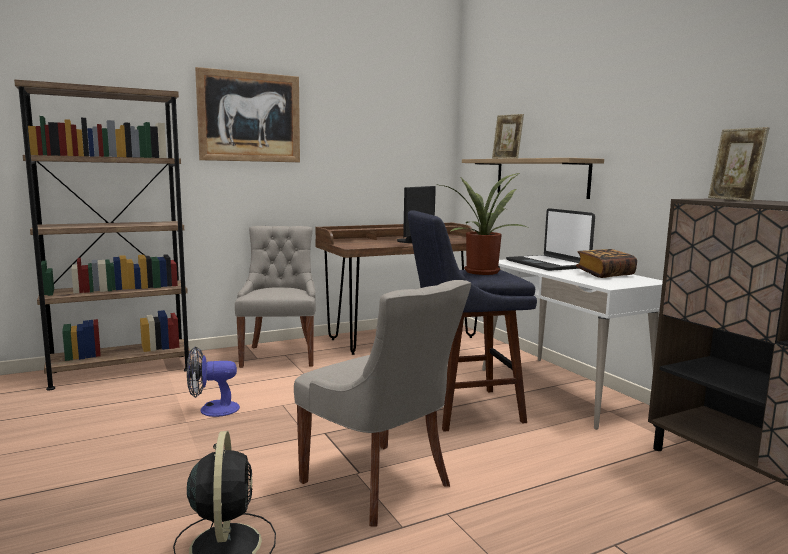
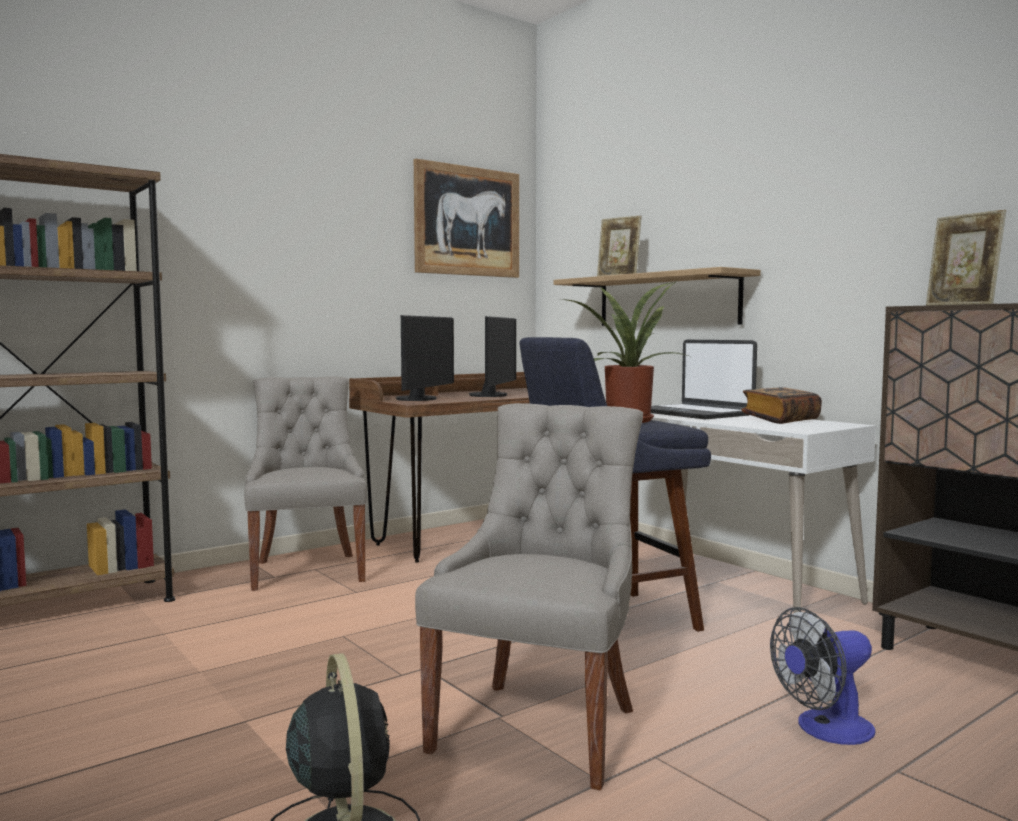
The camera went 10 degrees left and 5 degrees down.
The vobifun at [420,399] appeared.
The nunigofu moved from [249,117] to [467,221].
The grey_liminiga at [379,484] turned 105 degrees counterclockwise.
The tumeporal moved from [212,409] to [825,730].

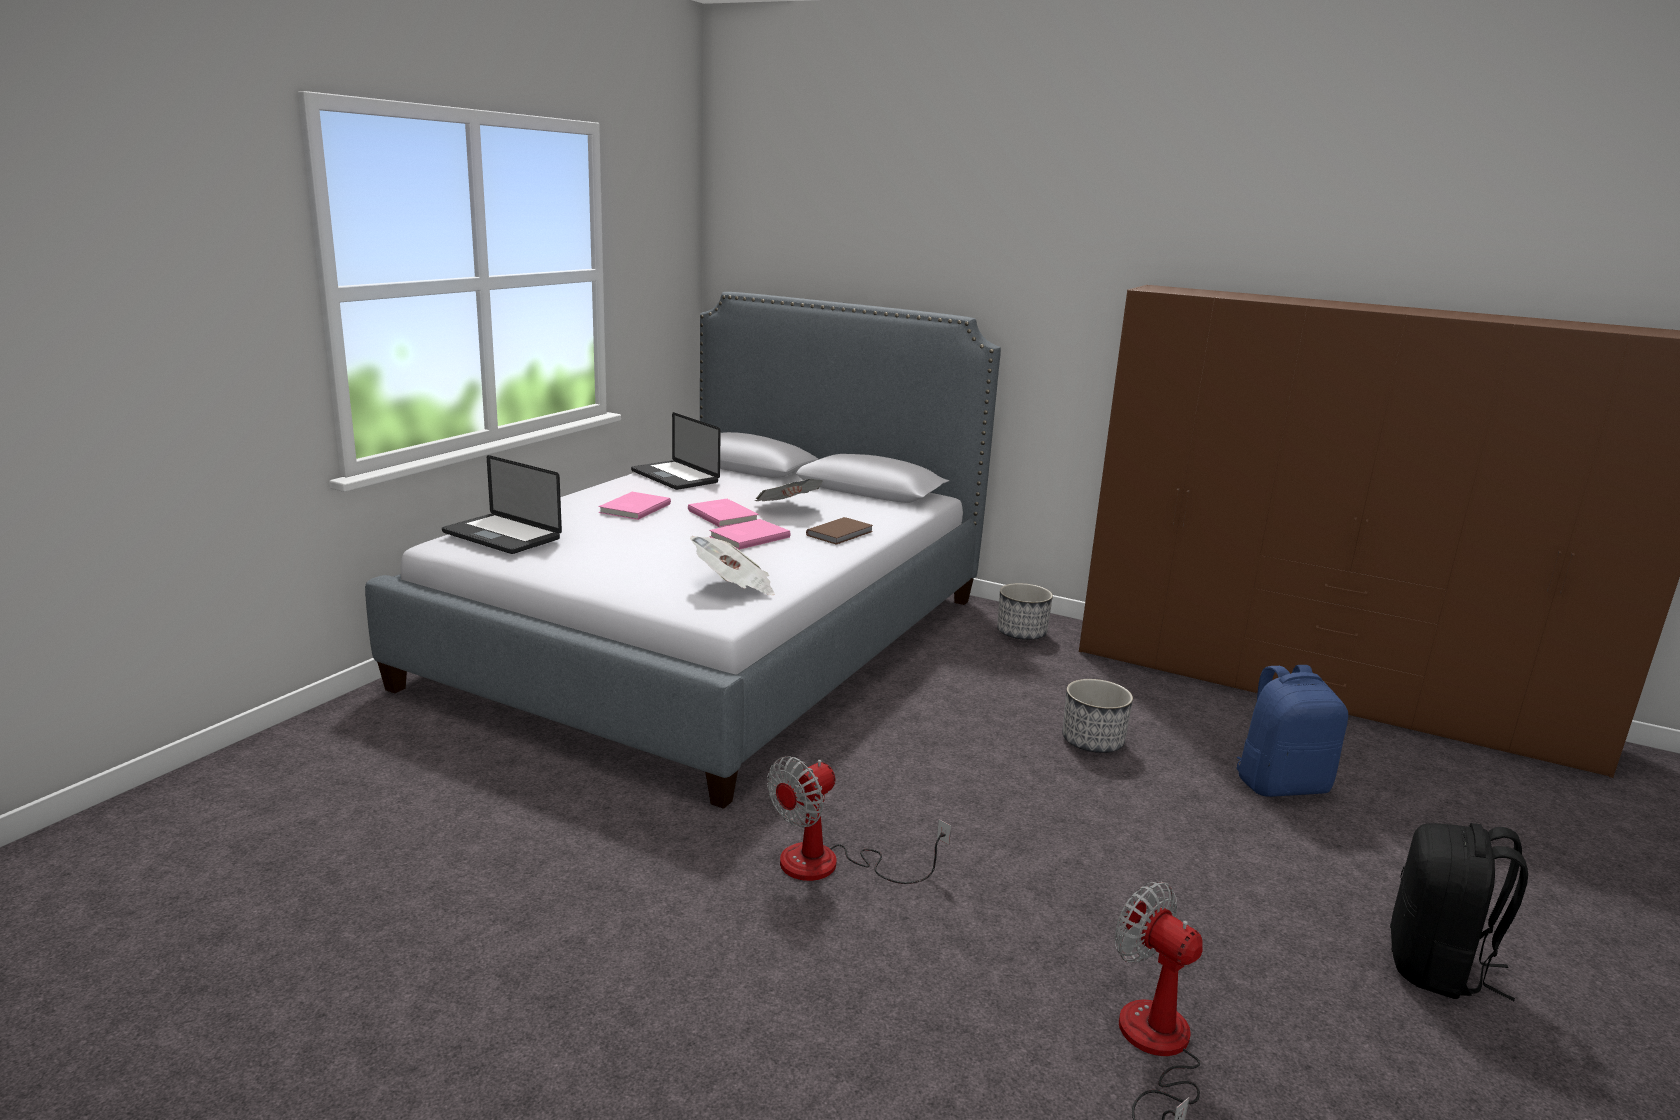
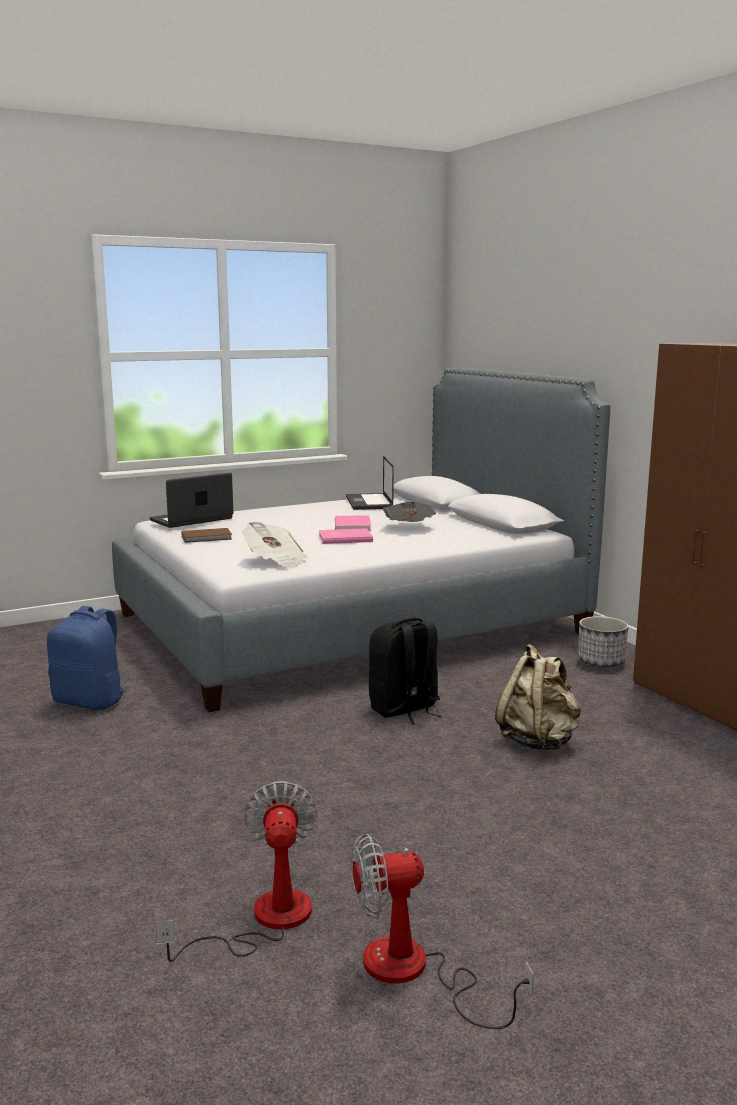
The camera went 35 degrees right and 5 degrees down.
The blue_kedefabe moved from [1281,784] to [90,701].
The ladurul at [501,536] turned 75 degrees clockwise.
The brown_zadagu moved from [841,533] to [207,537].
The tumeporal moved from [830,865] to [414,972].
The black_kedefabe moved from [1437,967] to [404,709].
The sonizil at [1092,742] was replaced by the beige_kedefabe at [538,741].
The pink_zadagu at [633,508] disappeared.

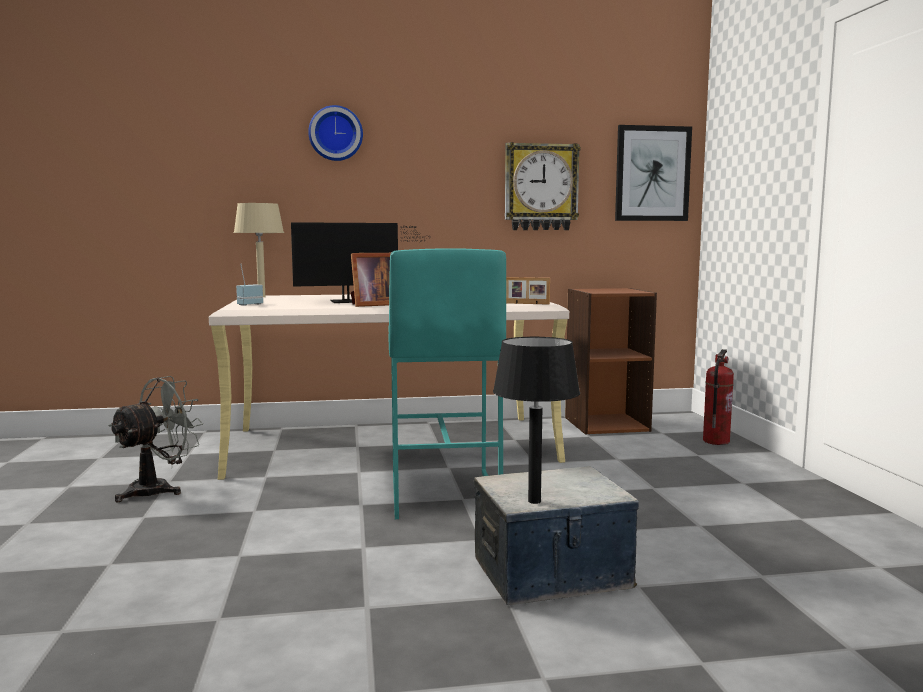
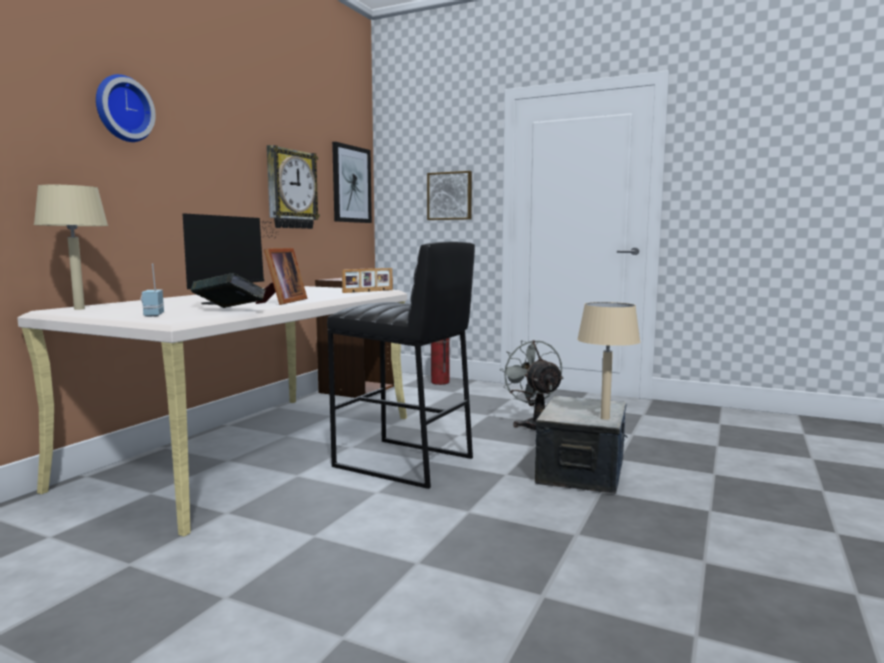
The camera went 55 degrees left and 0 degrees up.
The zadagu at [229,310] appeared.
The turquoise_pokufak at [442,494] became the black_pokufak at [403,462].
The nunigofu at [450,196] appeared.
The grey_tumeporal moved from [159,489] to [535,425].
The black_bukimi at [534,501] became the beige_bukimi at [604,418].

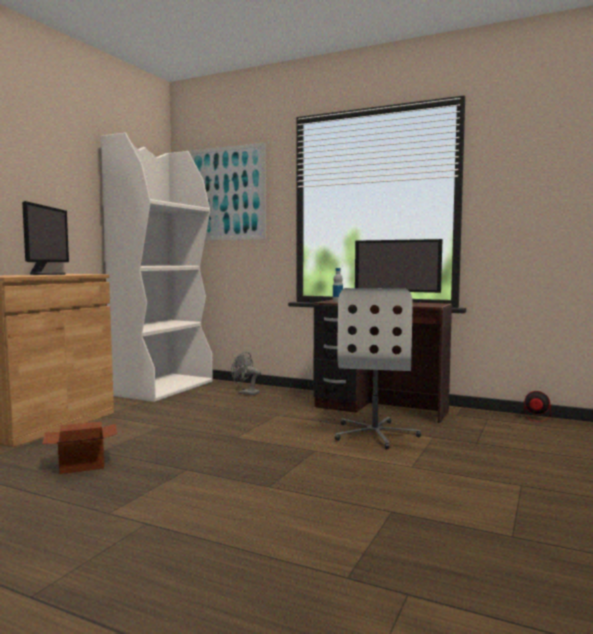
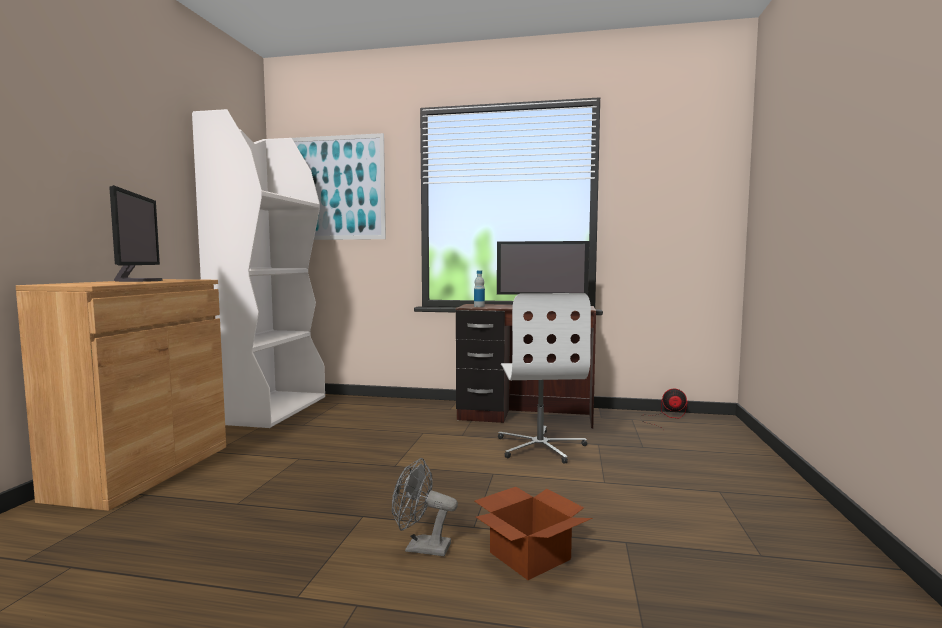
The camera went 15 degrees left and 0 degrees up.
The grey_tumeporal moved from [245,393] to [421,548].
The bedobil moved from [83,463] to [529,554].

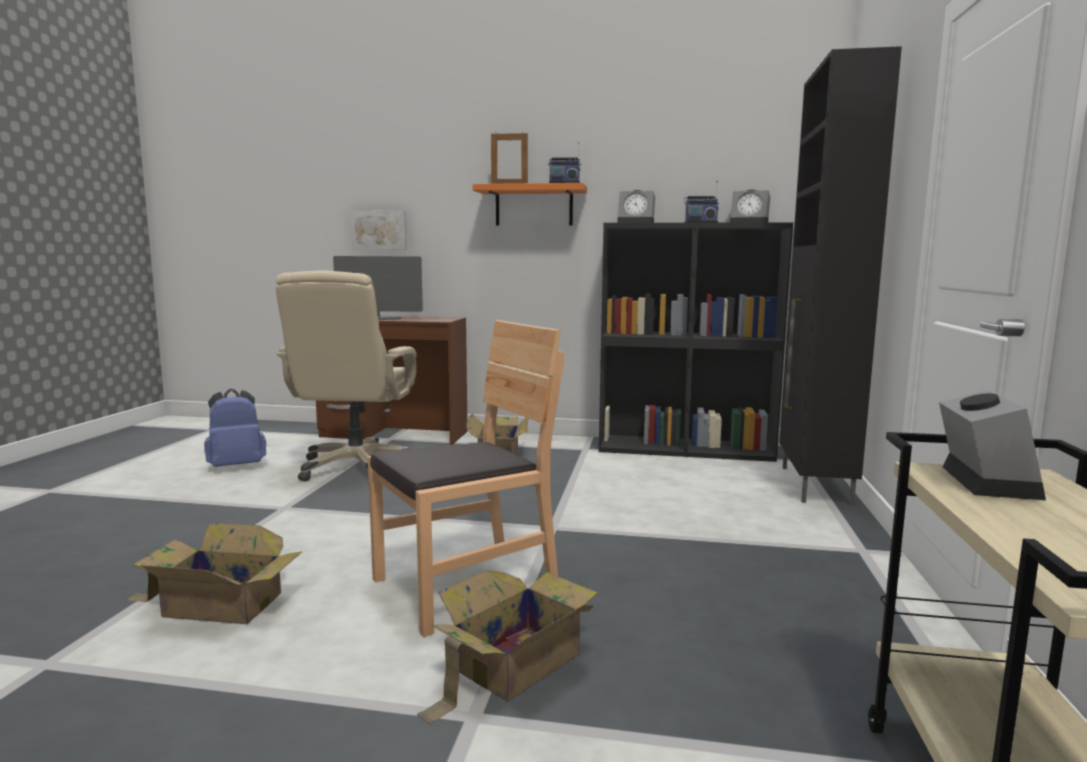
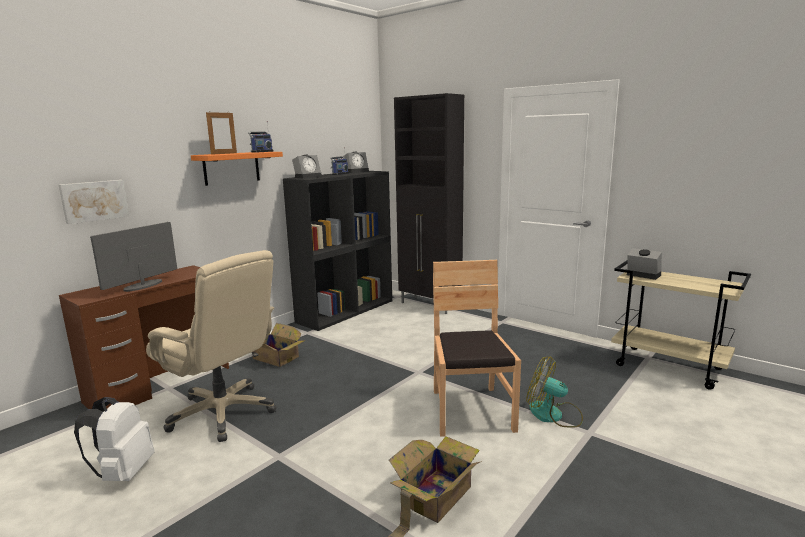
The camera went 60 degrees left and 5 degrees up.
The blue_kedefabe at [237,466] became the white_kedefabe at [123,473].
The bedobil at [513,664] was replaced by the tumeporal at [553,415].

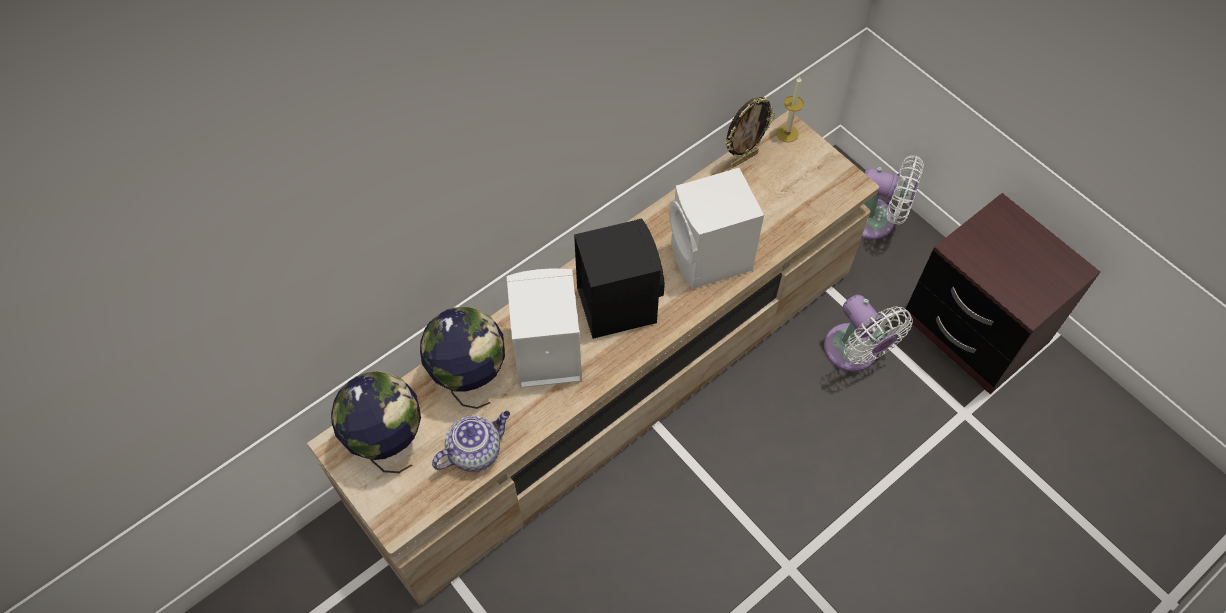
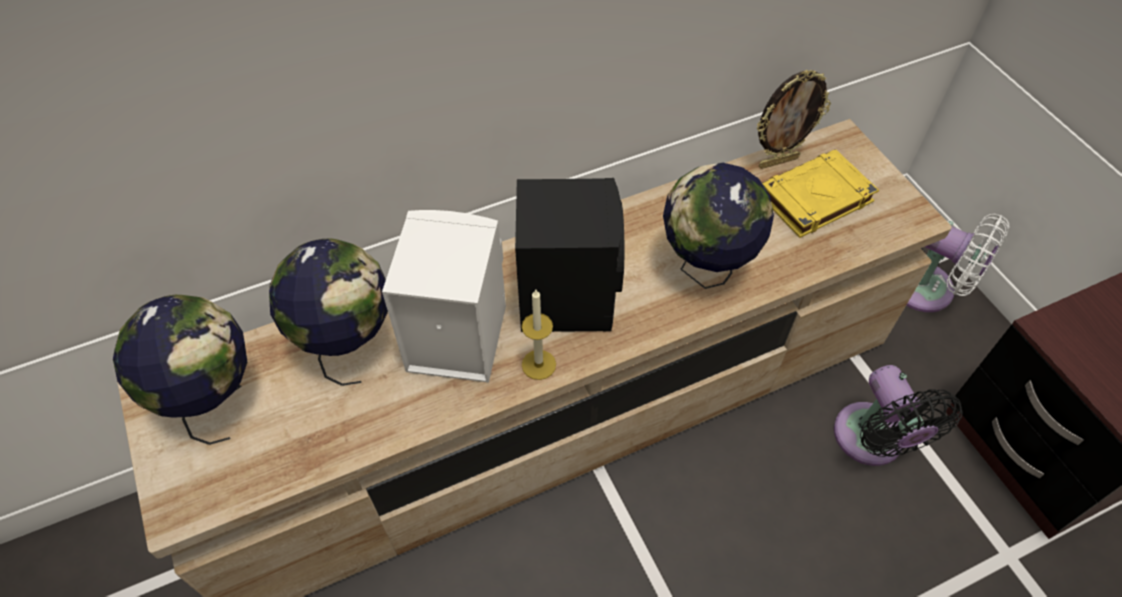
The camera went 15 degrees right and 5 degrees down.
The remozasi moved from [787,133] to [538,364].
The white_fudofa at [711,259] was replaced by the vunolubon at [705,269].
The yellow_zadagu at [814,198] appeared.
The white_tumeporal at [854,353] became the black_tumeporal at [872,441].
The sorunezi at [475,450] disappeared.

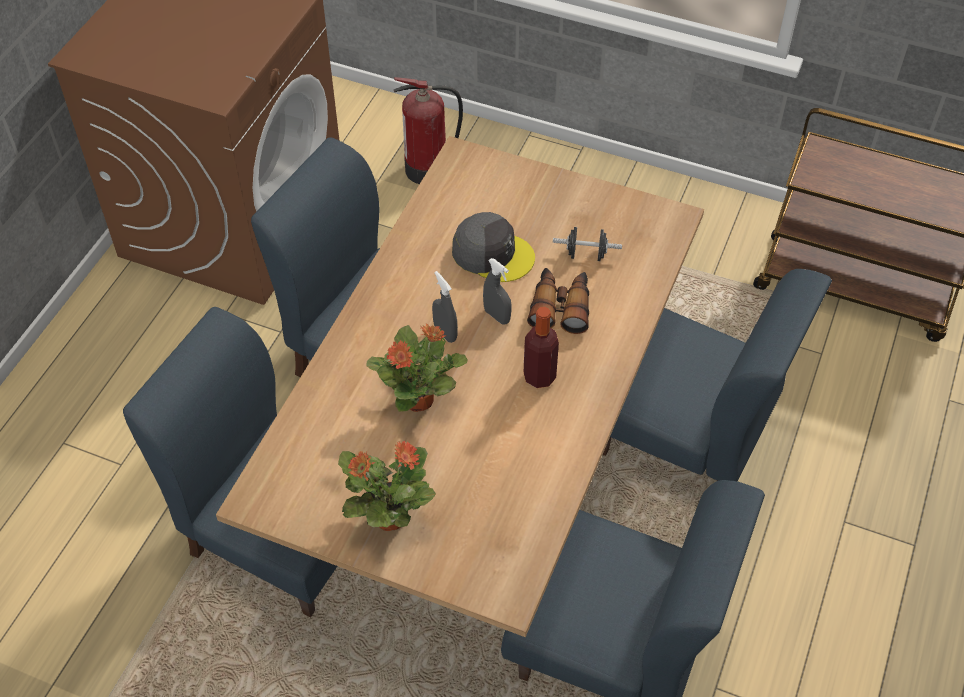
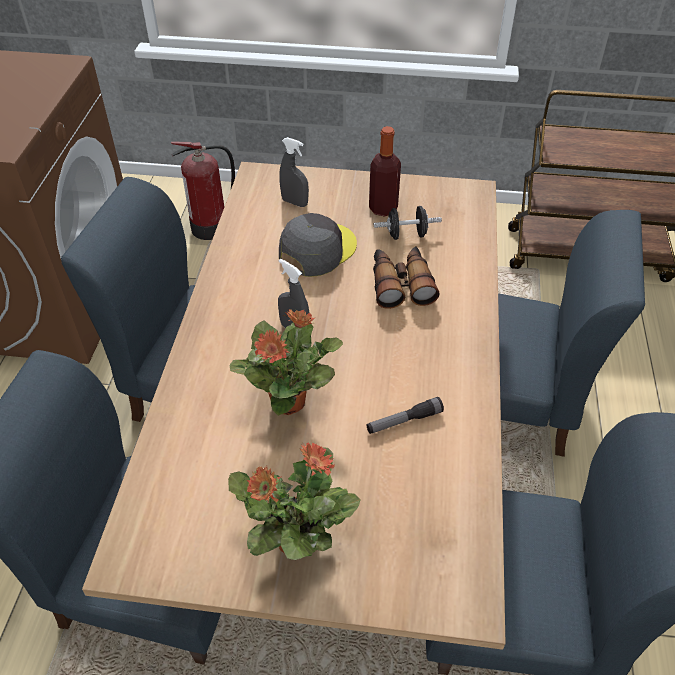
The camera went 15 degrees left and 5 degrees down.
The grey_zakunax moved from [497,316] to [295,202].
The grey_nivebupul at [492,254] turned 60 degrees counterclockwise.
The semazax at [404,421] appeared.
The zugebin moved from [539,376] to [383,208].

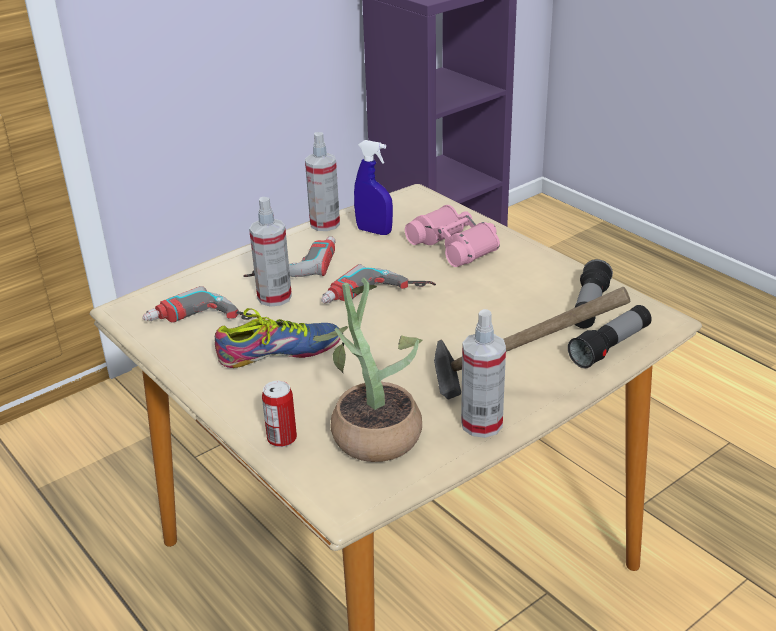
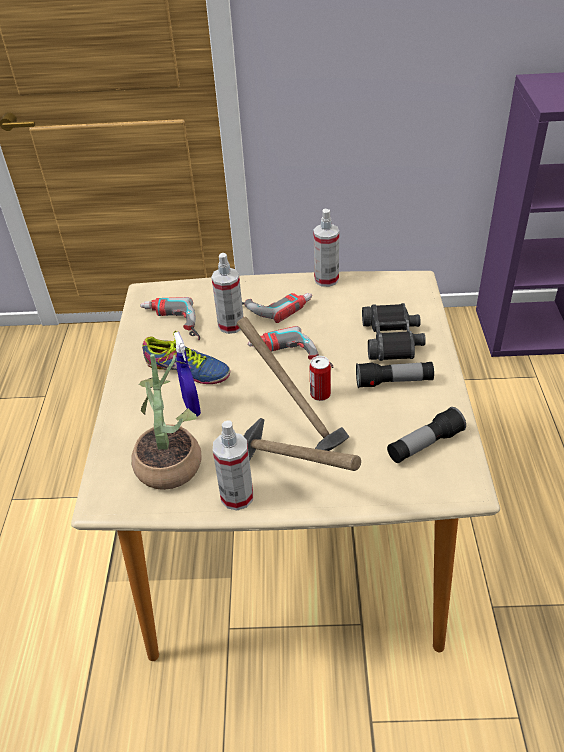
The camera went 40 degrees right and 10 degrees up.
The blue_zakunax moved from [374,231] to [191,407].
The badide at [293,423] appeared.
The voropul moved from [282,438] to [320,394].
The semazax moved from [610,347] to [394,382].
The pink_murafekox at [455,245] became the black_murafekox at [392,339].

